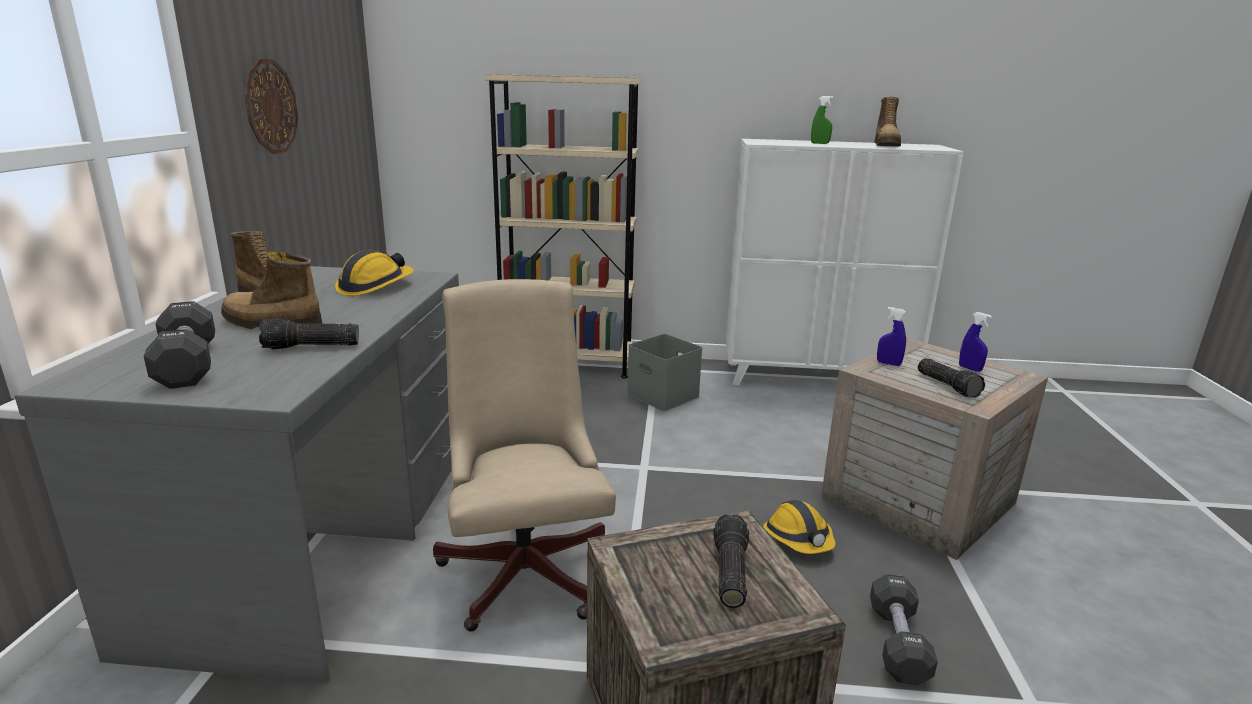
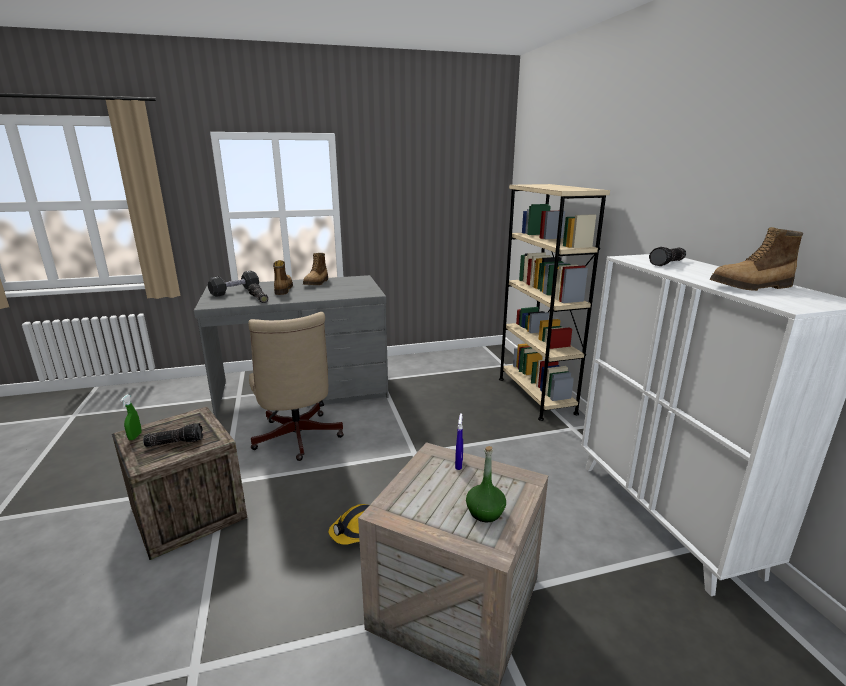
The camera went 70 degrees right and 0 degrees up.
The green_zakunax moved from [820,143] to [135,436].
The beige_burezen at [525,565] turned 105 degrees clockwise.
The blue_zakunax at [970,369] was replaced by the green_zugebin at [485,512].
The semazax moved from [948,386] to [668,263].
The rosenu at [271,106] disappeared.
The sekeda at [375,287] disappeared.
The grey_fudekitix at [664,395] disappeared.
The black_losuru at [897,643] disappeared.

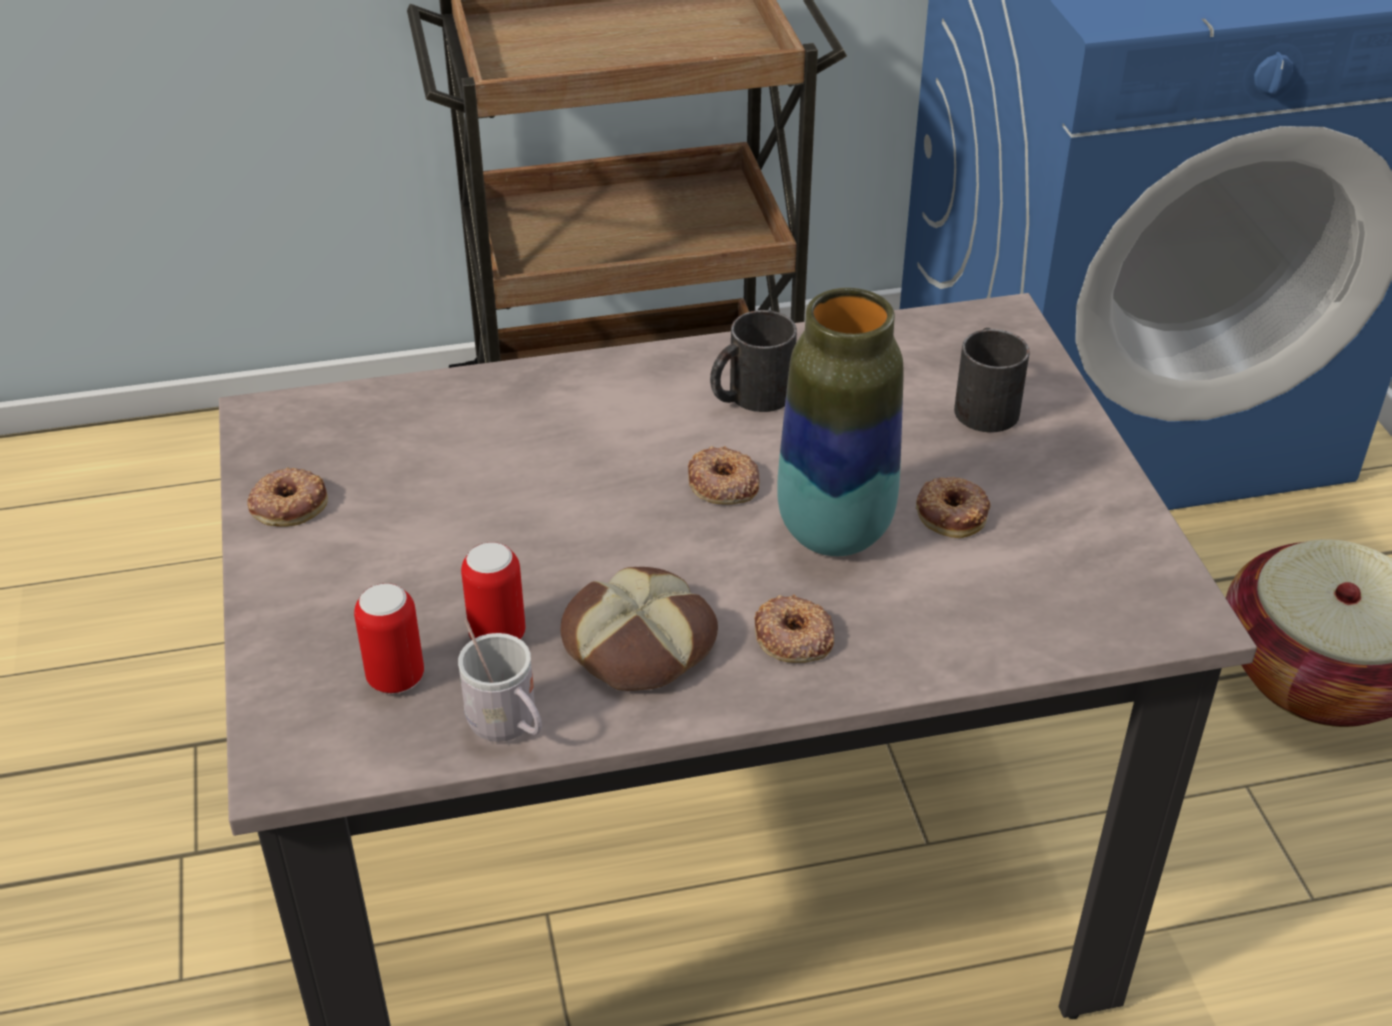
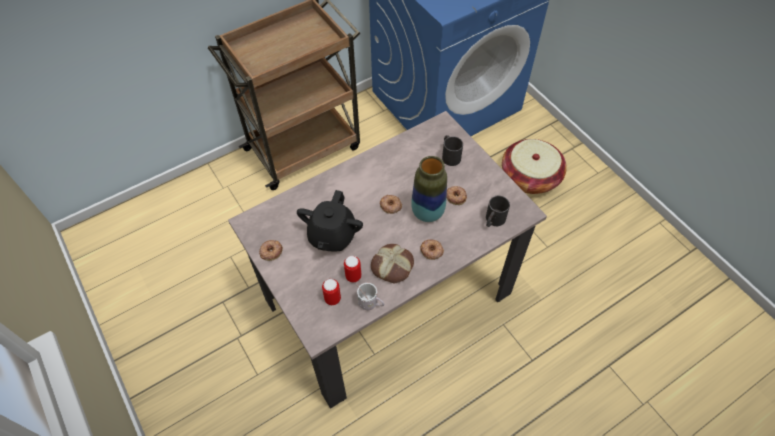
The camera went 20 degrees left and 15 degrees up.
The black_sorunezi at [332,236] appeared.
The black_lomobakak moved from [750,397] to [493,220].

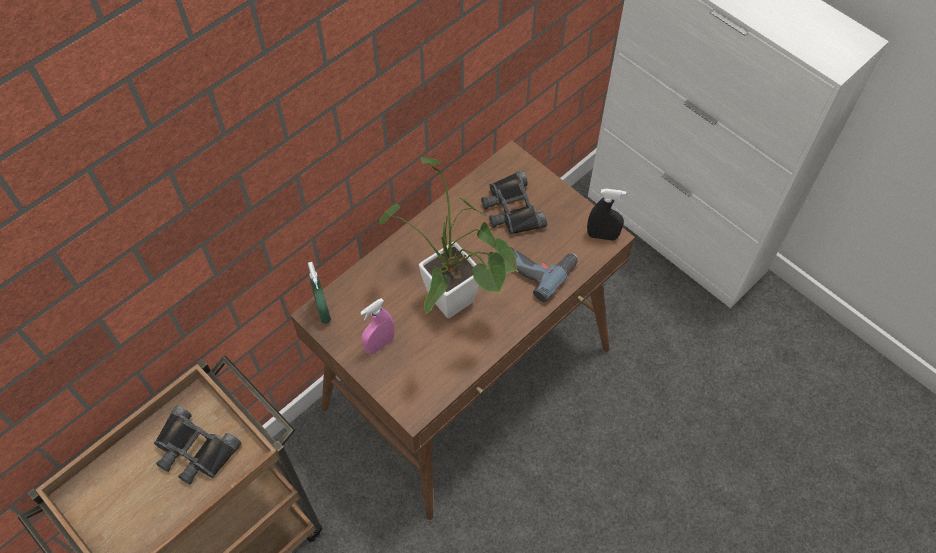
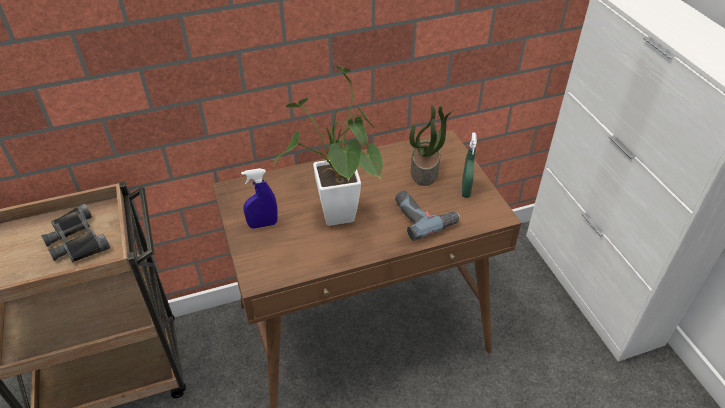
The camera went 25 degrees right and 15 degrees down.
The pink_zakunax at [379,344] became the blue_zakunax at [263,224].
The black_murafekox at [511,209] was replaced by the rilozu at [425,171].
The green_zakunax moved from [323,311] to [465,190].
The black_zakunax at [602,235] disappeared.

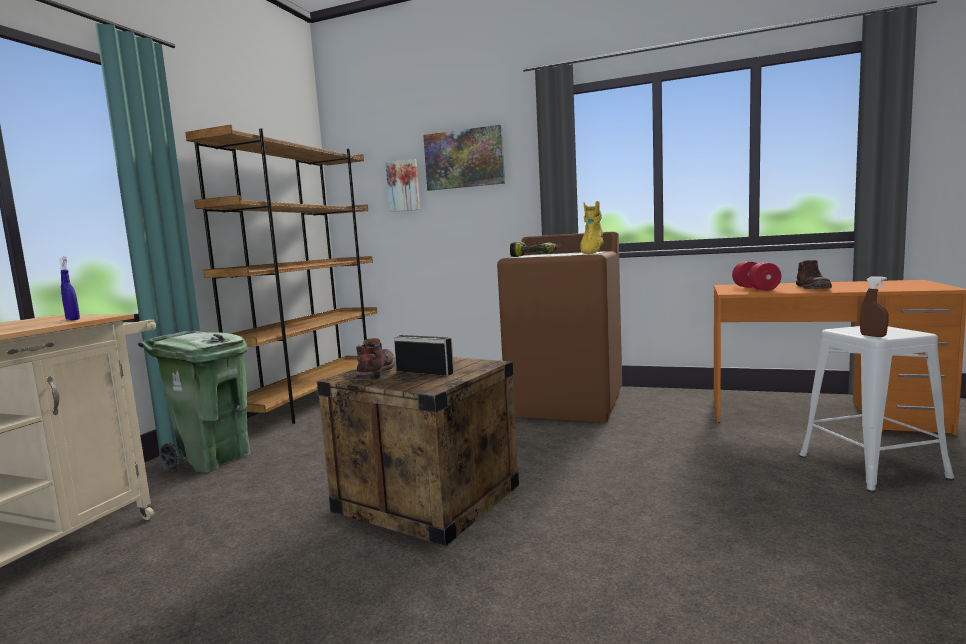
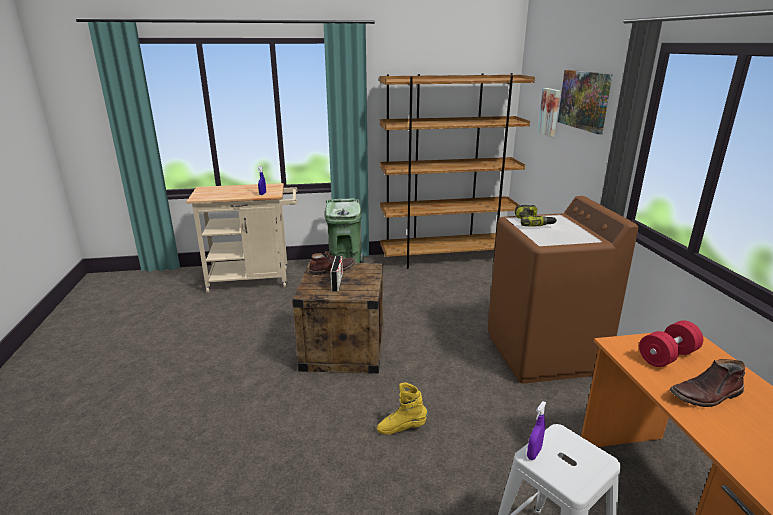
The camera went 60 degrees right and 15 degrees up.
The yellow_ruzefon moved from [591,253] to [401,428].
The brown_zakunax at [873,336] became the purple_zakunax at [534,453].

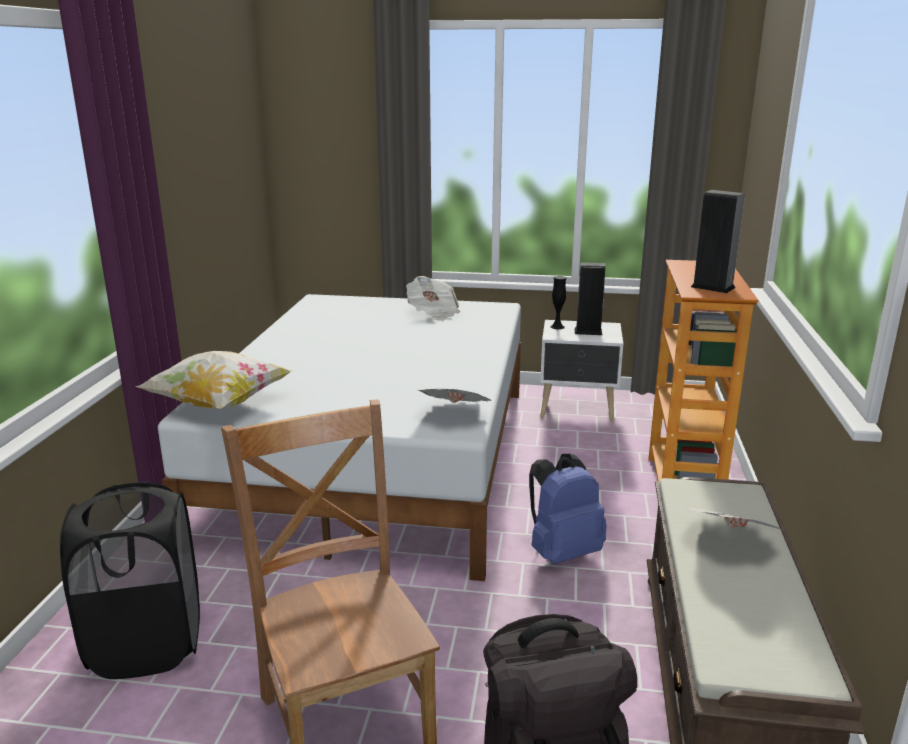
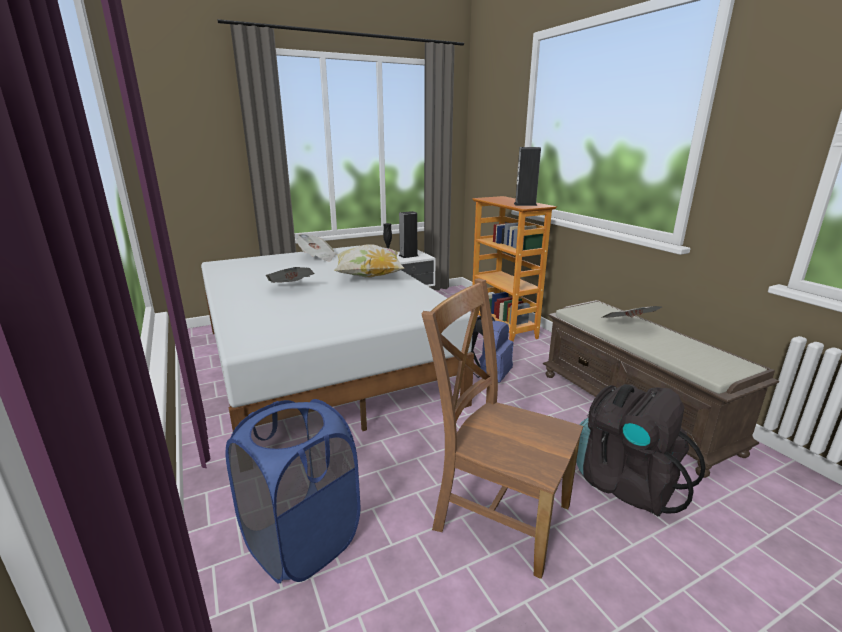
The camera went 35 degrees left and 0 degrees up.
The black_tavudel at [147,644] became the blue_tavudel at [302,541].
The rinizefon moved from [455,414] to [291,288].
The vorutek moved from [219,404] to [369,277].

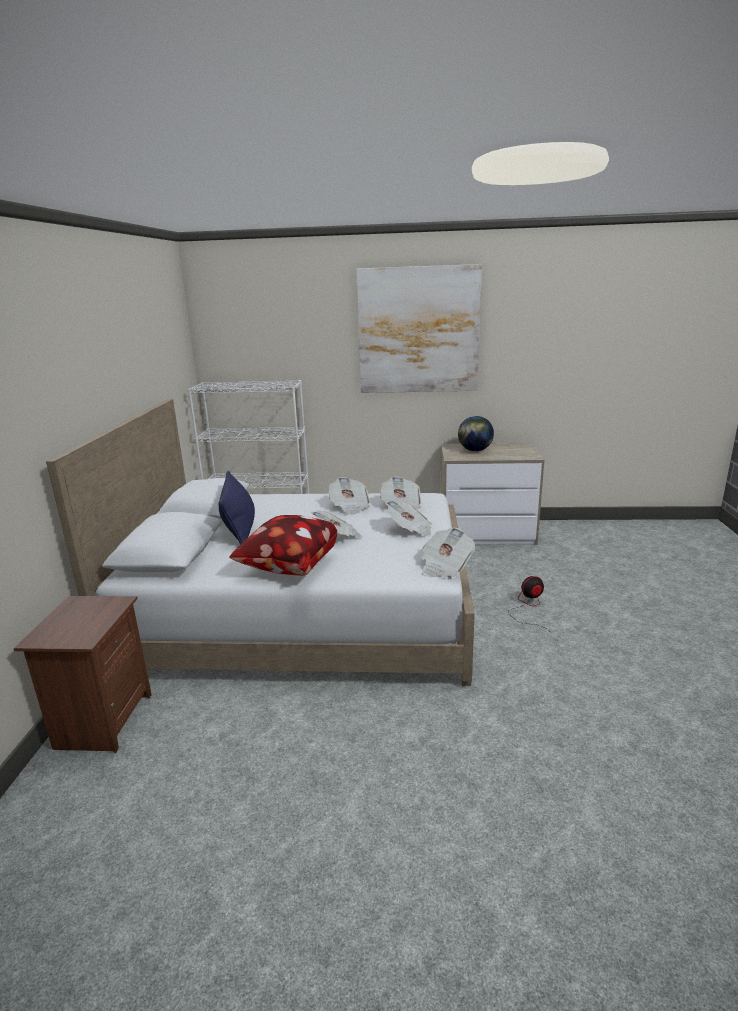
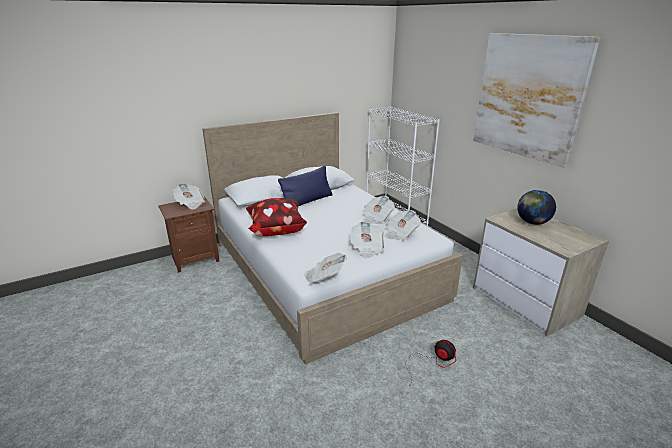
The camera went 55 degrees right and 5 degrees up.
The rinizefon moved from [338,536] to [190,204].

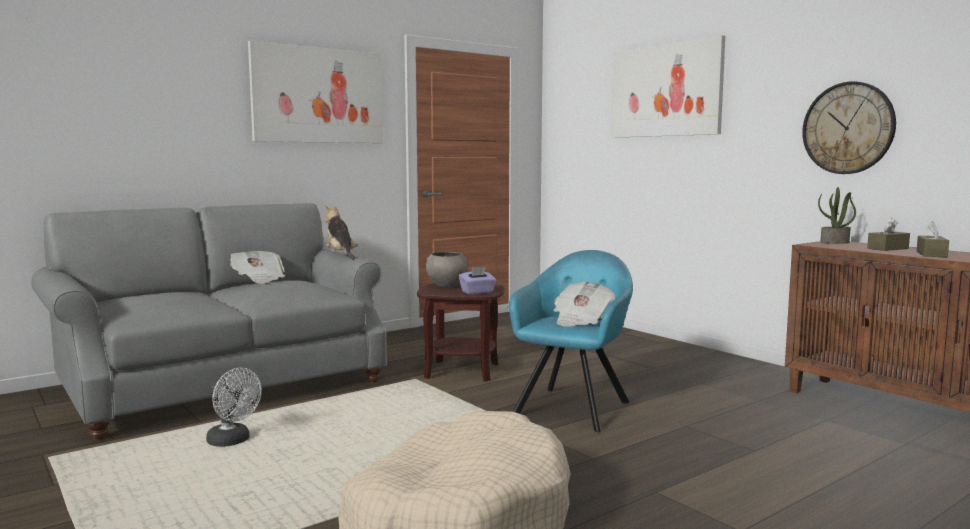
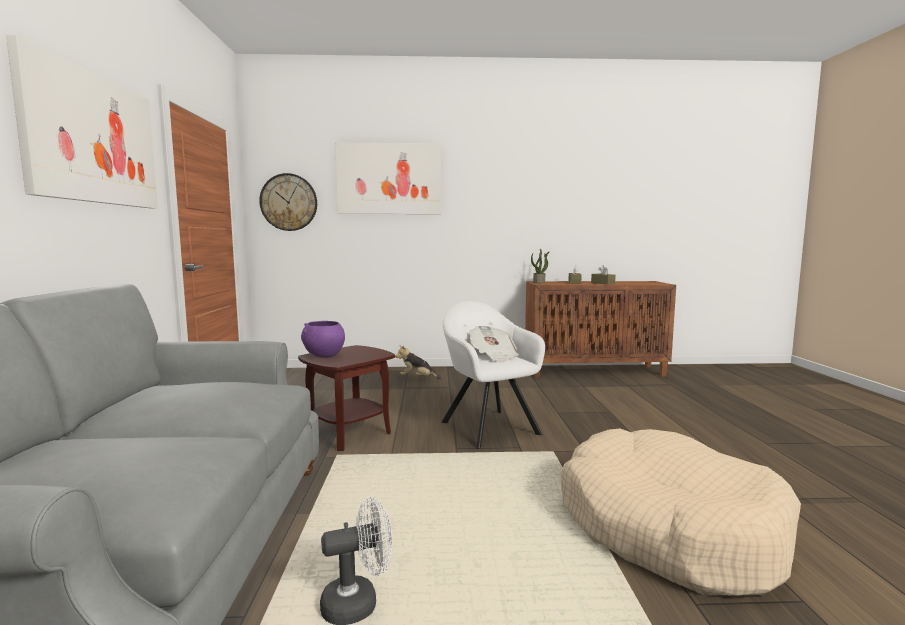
The camera went 55 degrees left and 0 degrees up.
The rosenu moved from [848,128] to [289,202].
The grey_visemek at [446,286] became the purple_visemek at [324,355].
The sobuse moved from [341,255] to [417,378].
The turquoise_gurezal at [573,407] became the white_gurezal at [487,426].
The rinizefon at [258,279] disappeared.
The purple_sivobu at [477,292] disappeared.

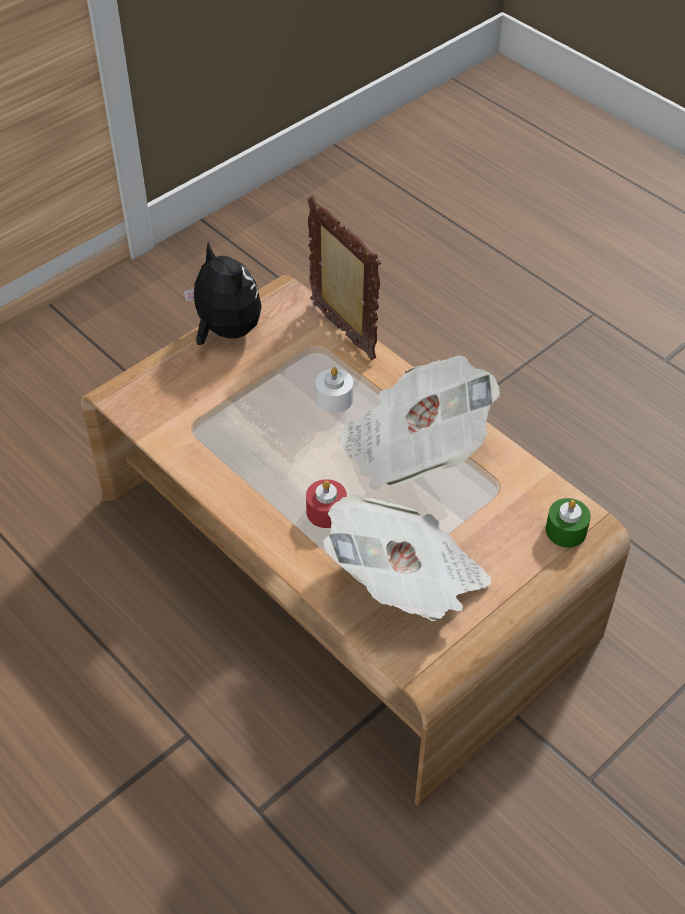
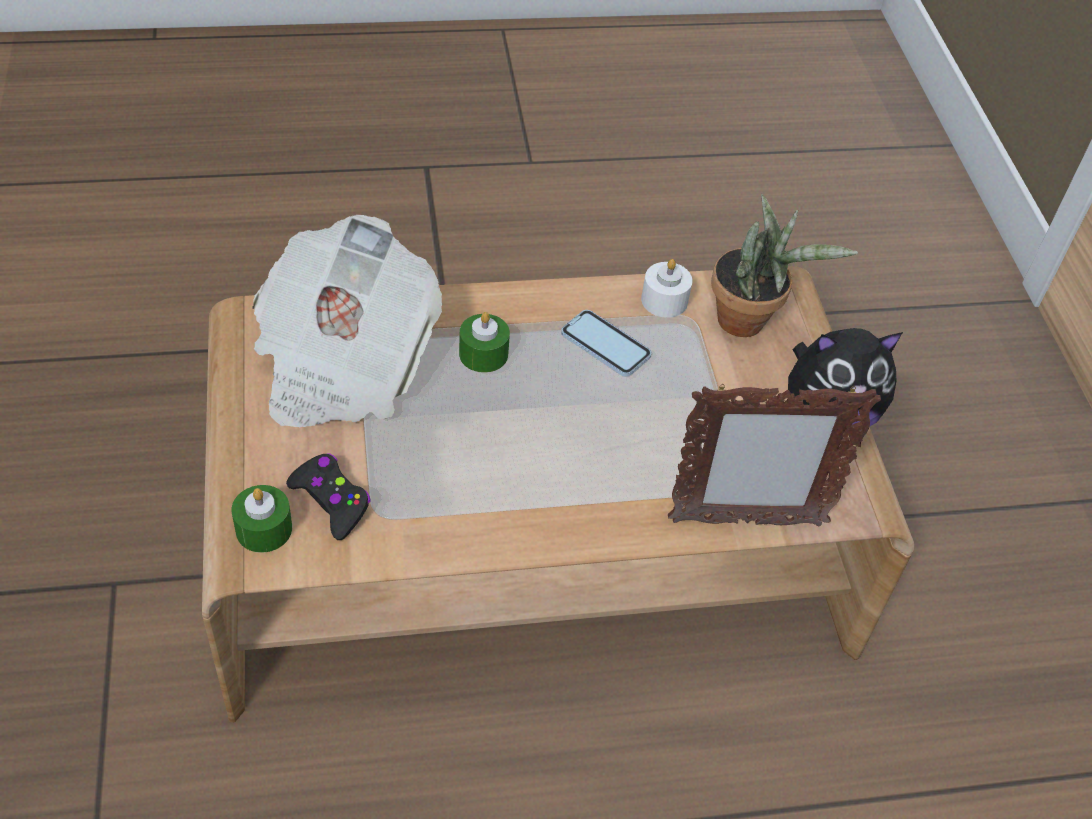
The camera went 120 degrees right and 0 degrees up.
The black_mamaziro at [331,501] appeared.
The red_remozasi at [326,511] became the green_remozasi at [483,354].
The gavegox at [605,345] appeared.
The white_remozasi moved from [334,399] to [664,300].
The rilozu at [748,321] appeared.
The rinizefon at [413,448] disappeared.

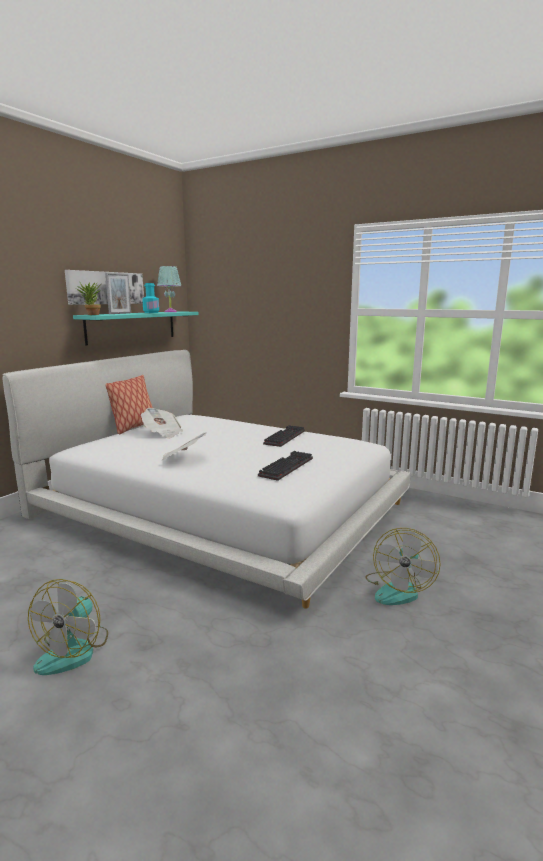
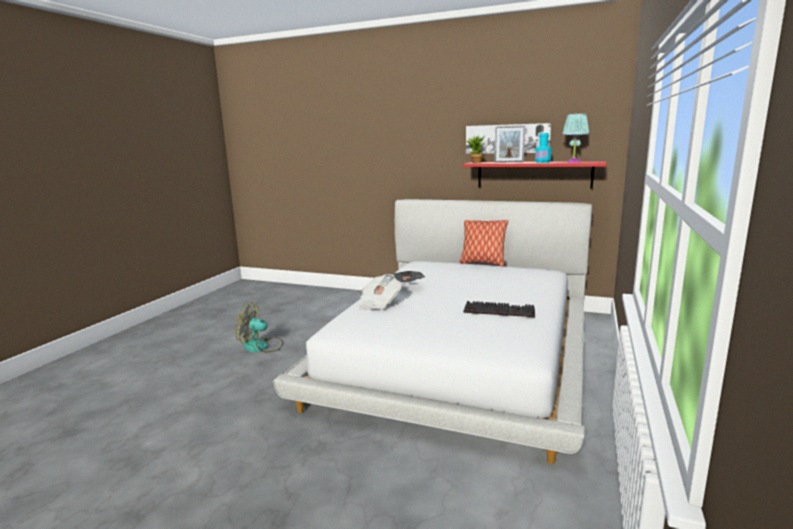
The camera went 80 degrees right and 0 degrees up.
The rinizefon moved from [162,433] to [379,304].
The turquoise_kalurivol at [132,327] became the red_kalurivol at [533,174].
The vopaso at [285,466] disappeared.
The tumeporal at [398,589] disappeared.

